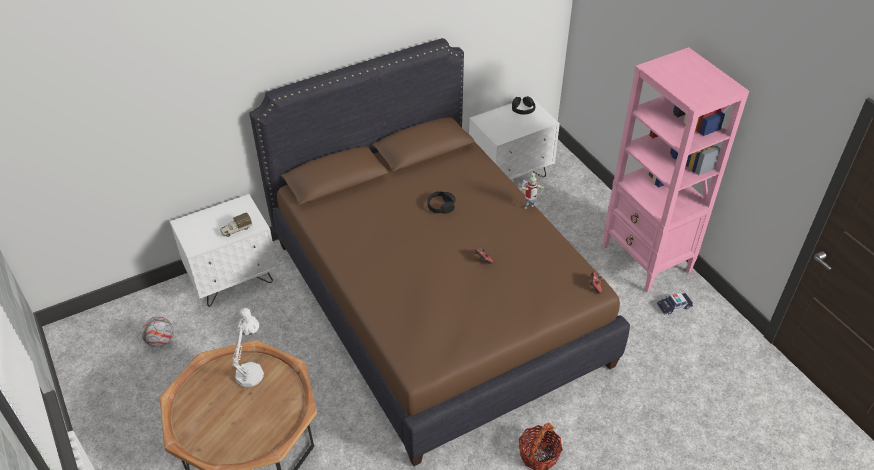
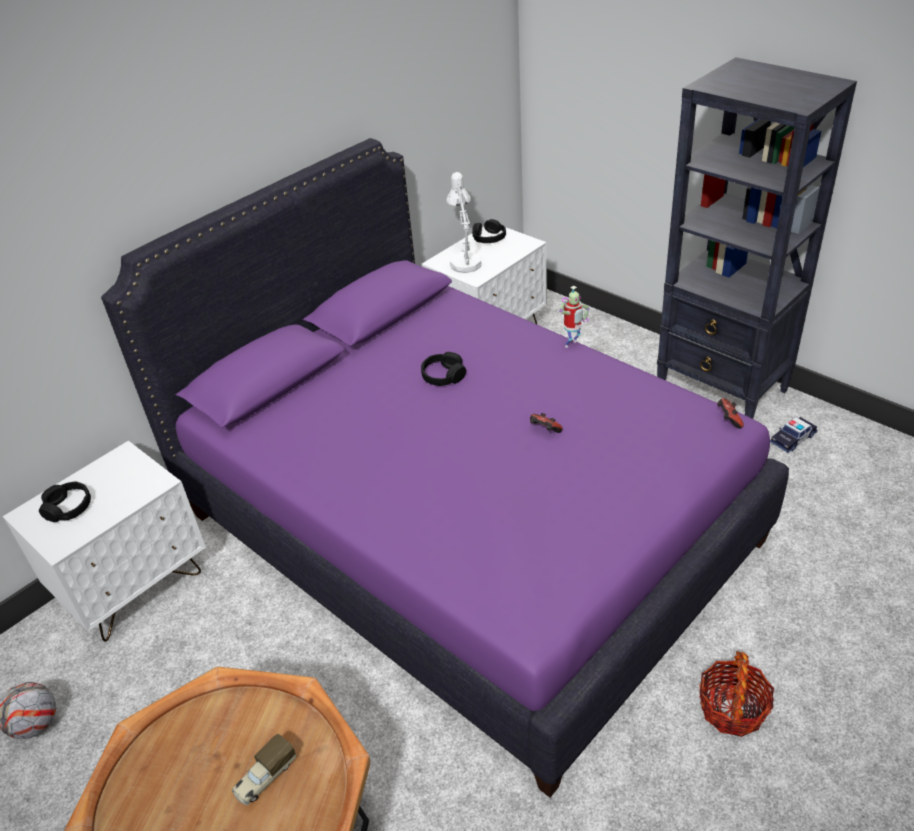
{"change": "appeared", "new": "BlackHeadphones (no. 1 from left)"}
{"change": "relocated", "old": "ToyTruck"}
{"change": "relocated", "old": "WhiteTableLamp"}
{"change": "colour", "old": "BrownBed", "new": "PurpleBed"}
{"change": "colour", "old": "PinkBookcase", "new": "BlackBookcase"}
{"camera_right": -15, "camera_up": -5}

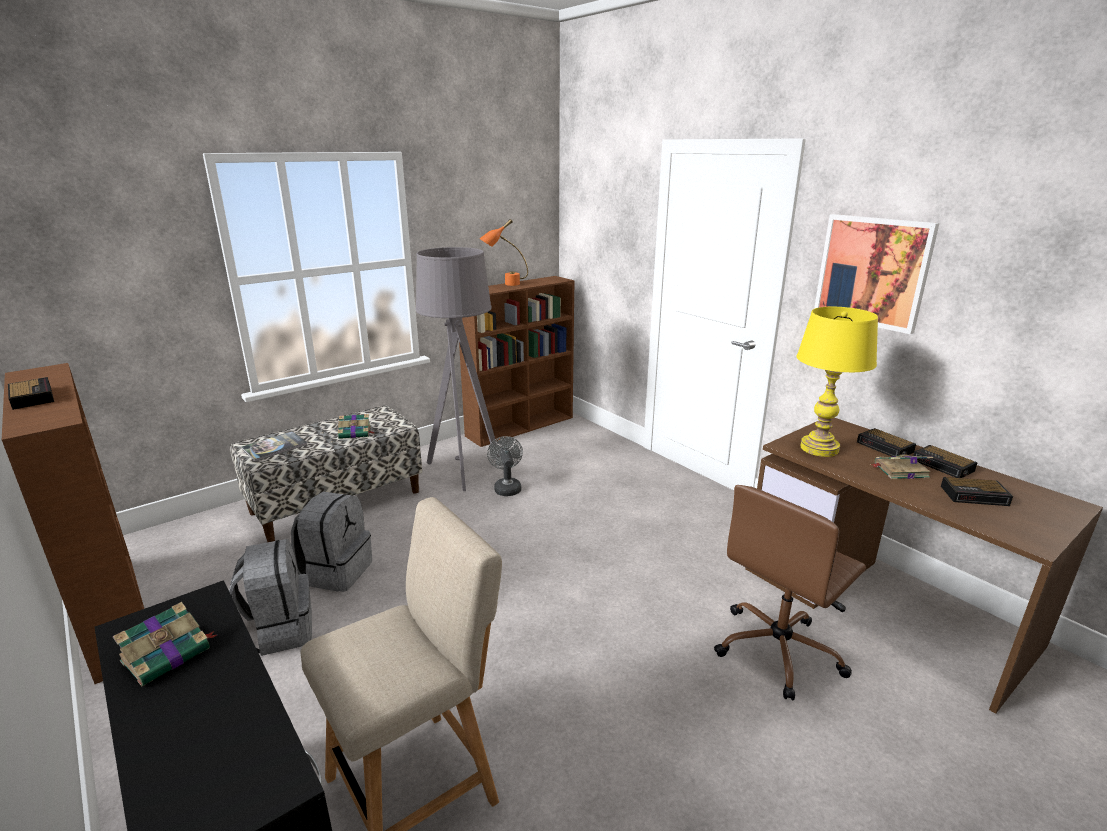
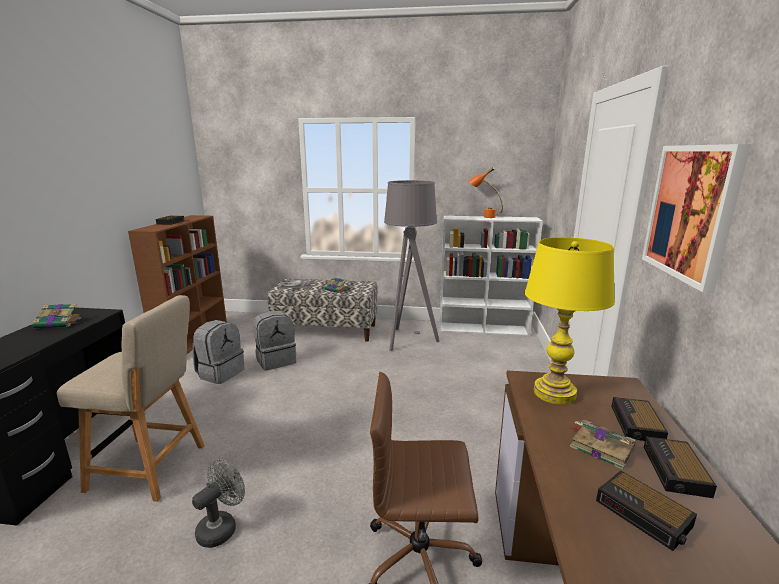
{"change": "relocated", "old": "GreyFan"}
{"change": "colour", "old": "BrownBookcase (no. 2 from left)", "new": "WhiteBookcase"}
{"camera_right": 45, "camera_up": -5}

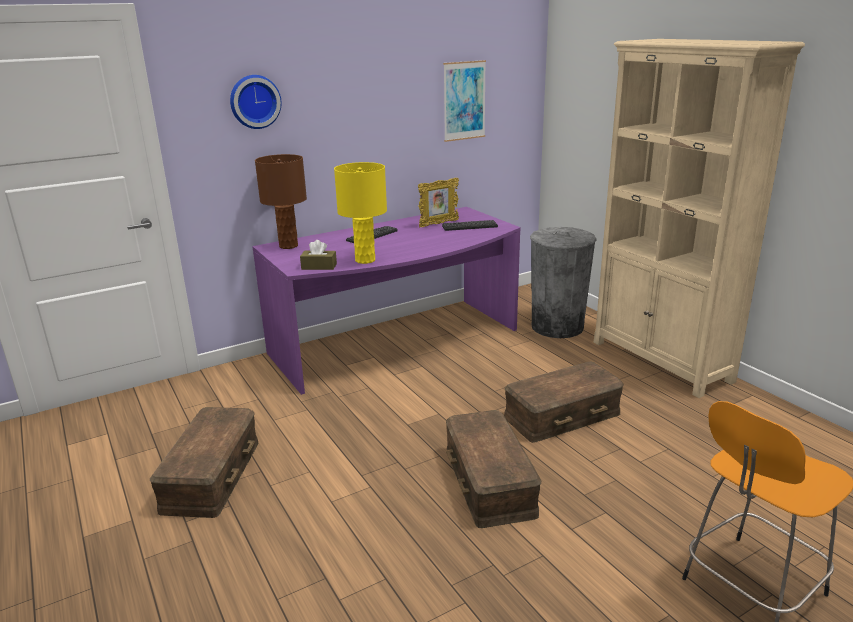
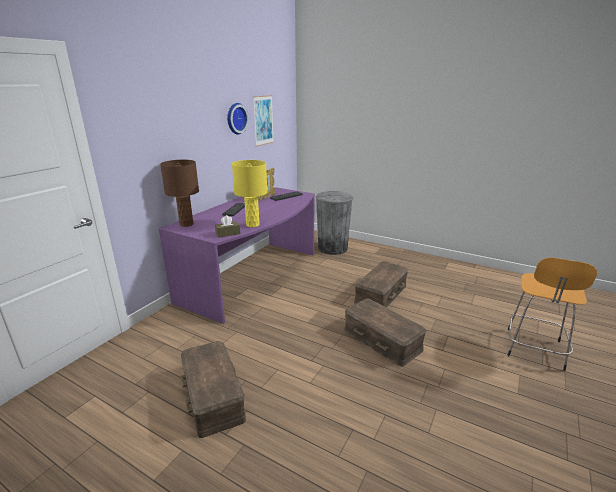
{"change": "missing", "old": "BeigeBookcase"}
{"change": "relocated", "old": "WallClock"}
{"camera_right": -30, "camera_up": 0}

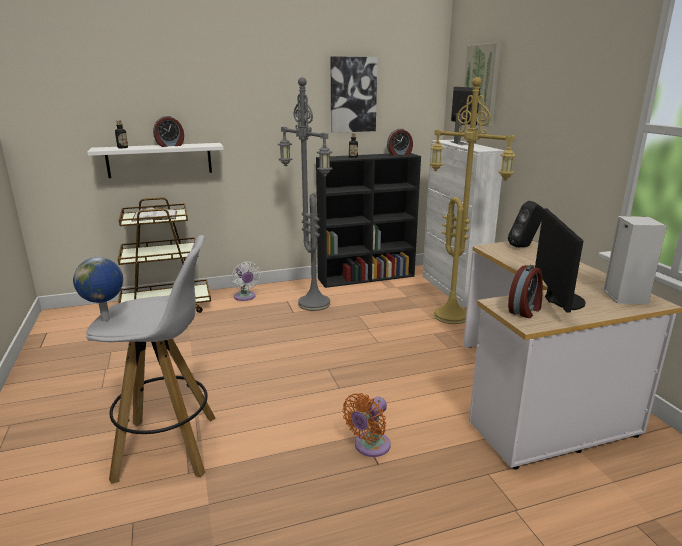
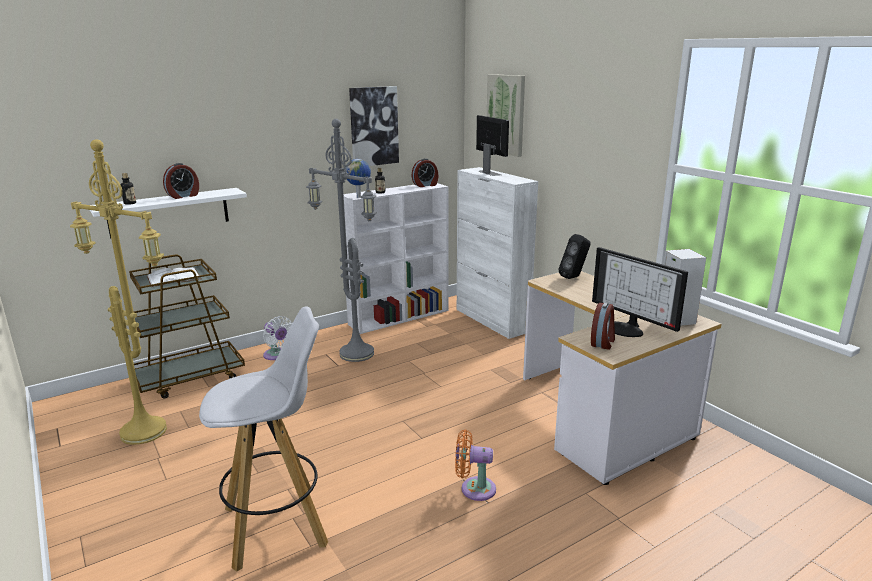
{"change": "relocated", "old": "Globe"}
{"change": "relocated", "old": "YellowFloorLamp"}
{"change": "colour", "old": "BlackBookcase", "new": "WhiteBookcase"}
{"change": "spun", "old": "OrangeFan", "degrees": 75}
{"change": "spun", "old": "Monitor (no. 2 from left)", "degrees": 150}
{"camera_right": -15, "camera_up": 0}

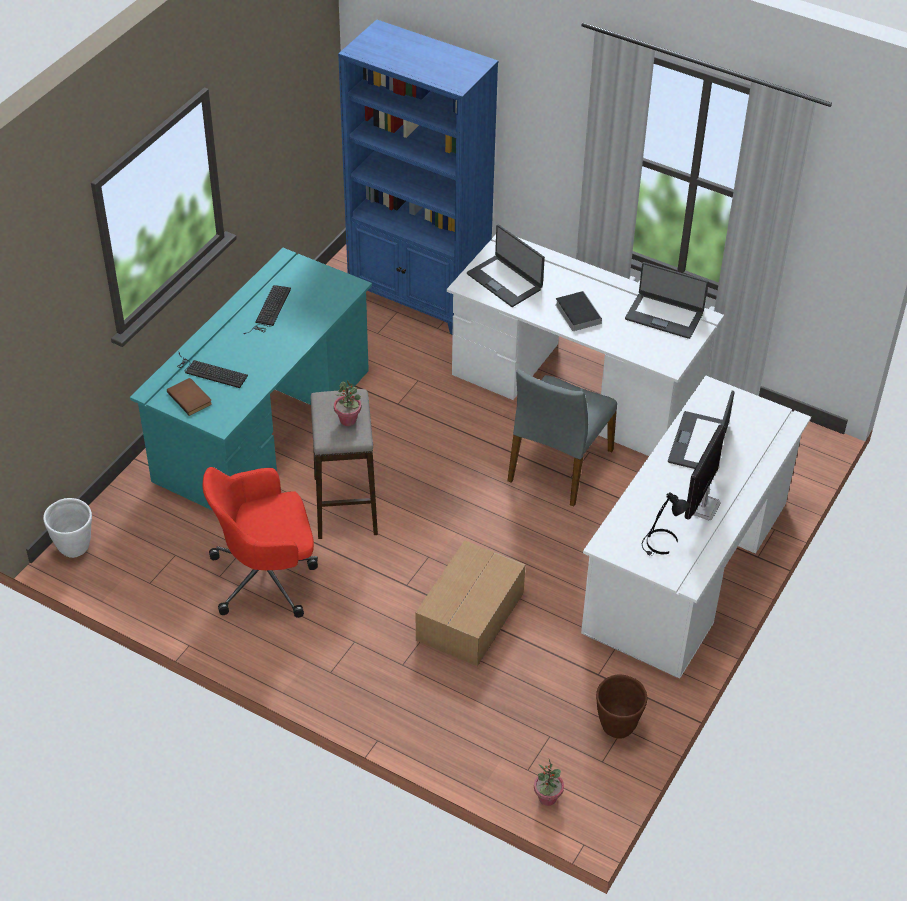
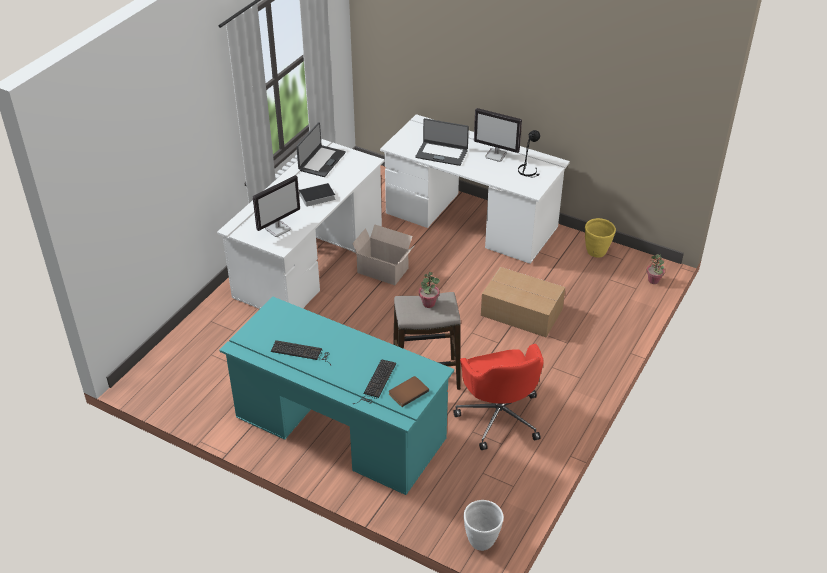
{"change": "missing", "old": "BlueBookcase"}
{"change": "exchanged", "old": "Laptop (no. 1 from left)", "new": "Monitor (no. 1 from left)"}
{"change": "exchanged", "old": "GreyChair", "new": "CardboardBox (no. 1 from left)"}
{"change": "colour", "old": "BrownPlanter", "new": "YellowPlanter"}
{"camera_right": -90, "camera_up": -5}

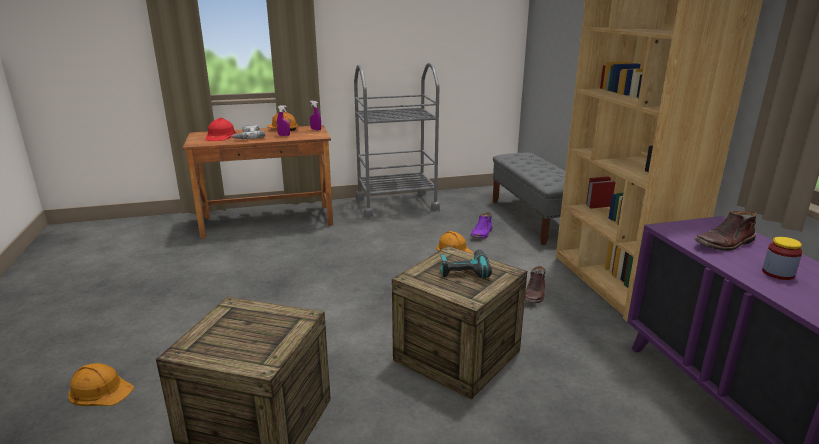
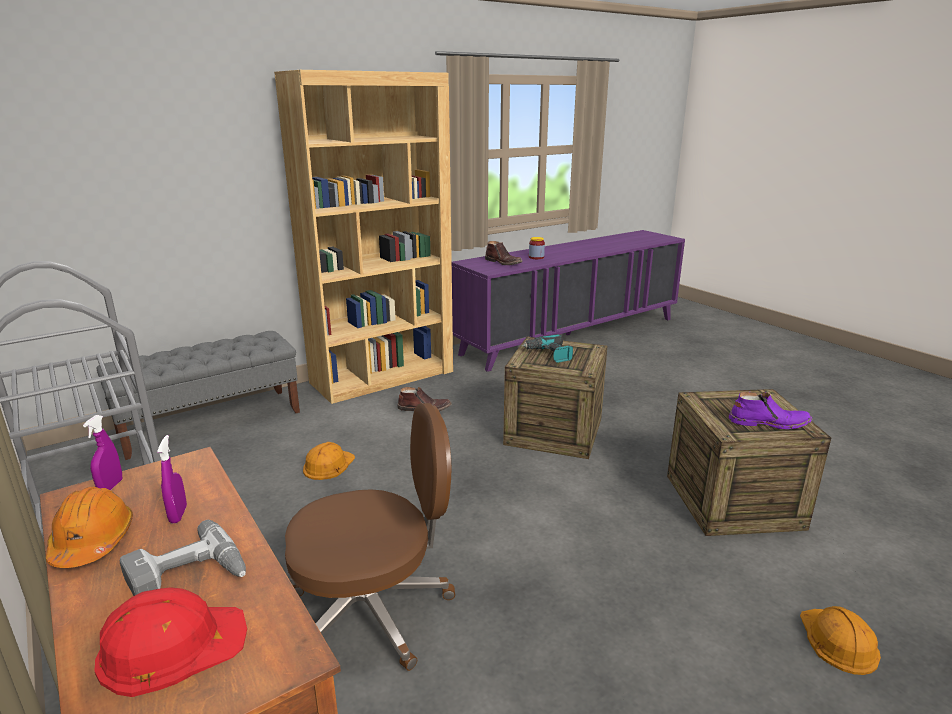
{"change": "appeared", "new": "BrownOfficeChair"}
{"change": "relocated", "old": "PurpleBoot"}
{"camera_right": -110, "camera_up": 0}

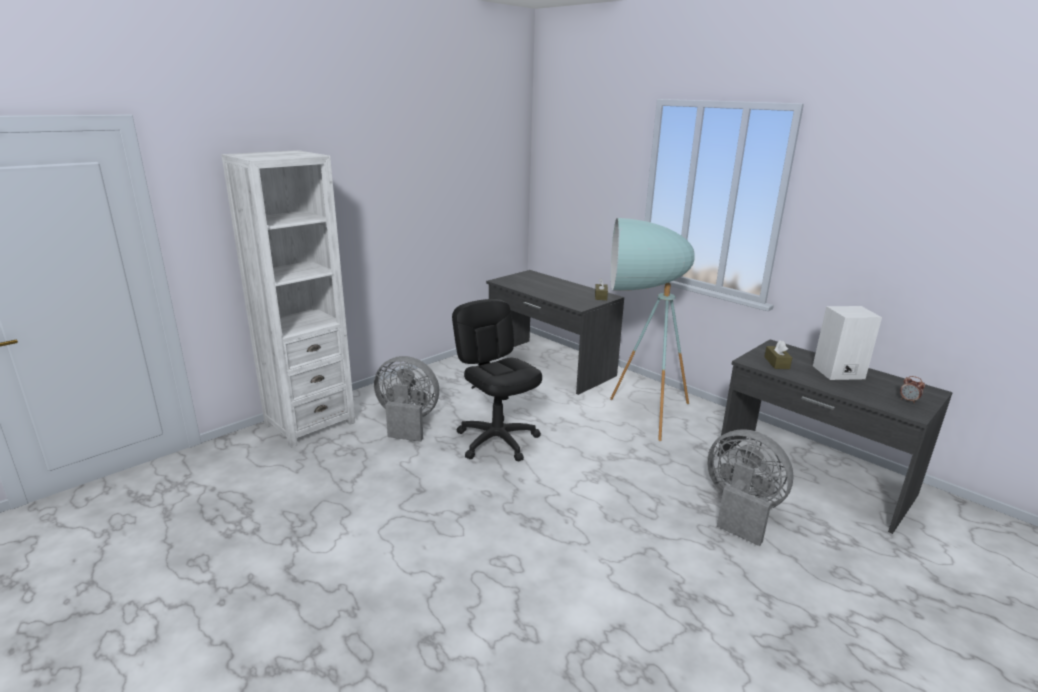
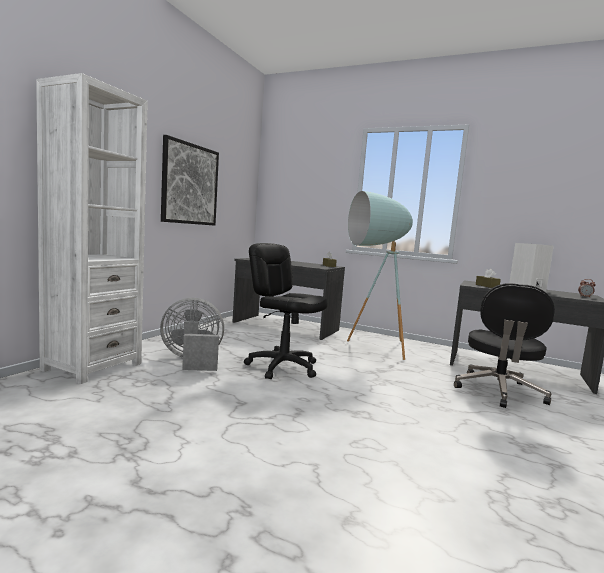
{"change": "appeared", "new": "Picture"}
{"change": "exchanged", "old": "GreyFan (no. 2 from left)", "new": "BlackOfficeChair (no. 2 from left)"}
{"camera_right": -20, "camera_up": -15}

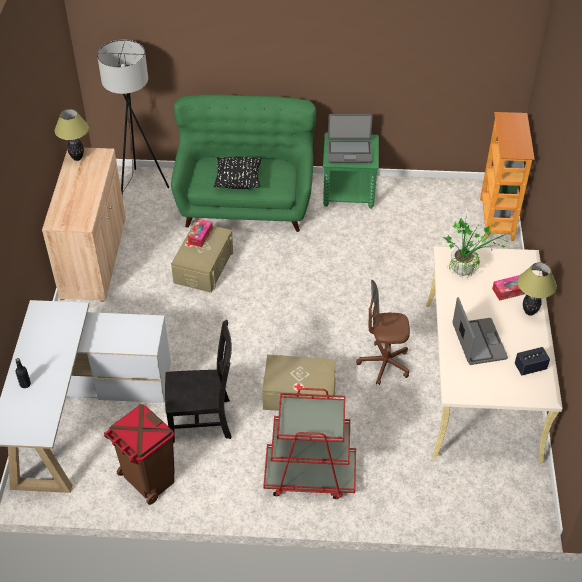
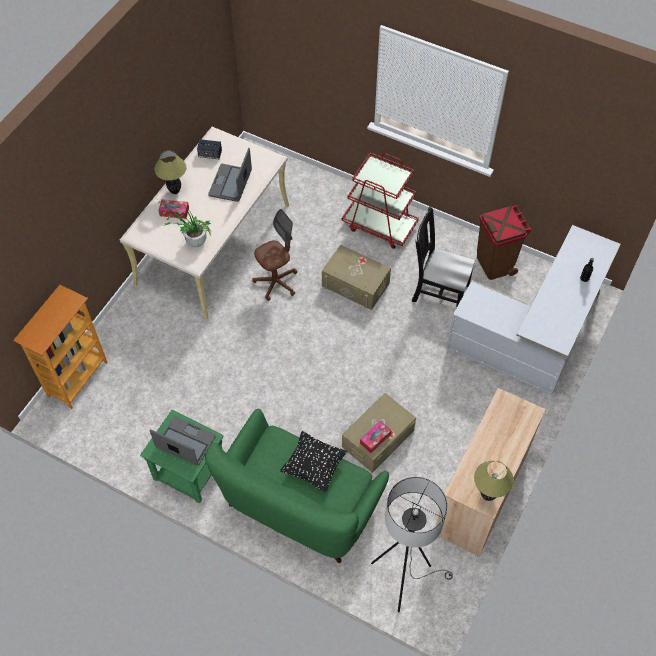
{"change": "spun", "old": "BrownOfficeChair", "degrees": -60}
{"camera_right": -155, "camera_up": 10}

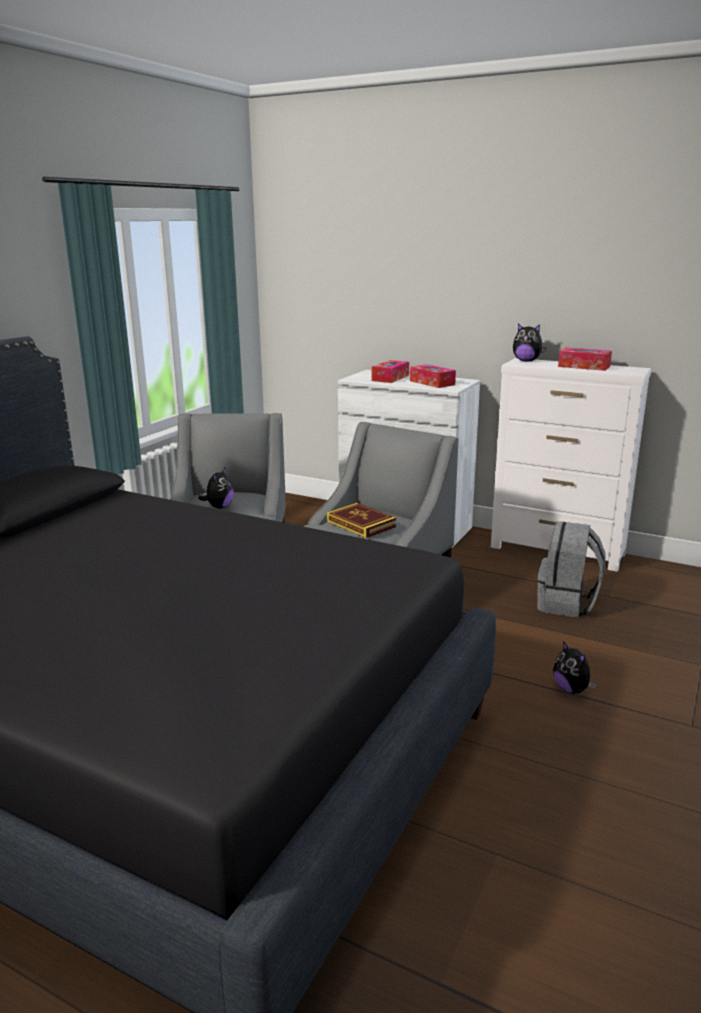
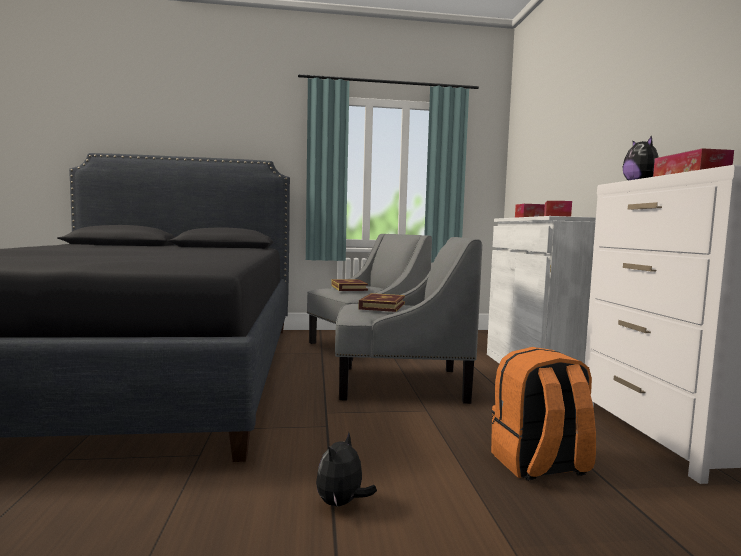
{"change": "exchanged", "old": "PlushToy (no. 1 from left)", "new": "Book (no. 1 from left)"}
{"change": "colour", "old": "GreyBackpack", "new": "OrangeBackpack"}
{"camera_right": 55, "camera_up": -15}

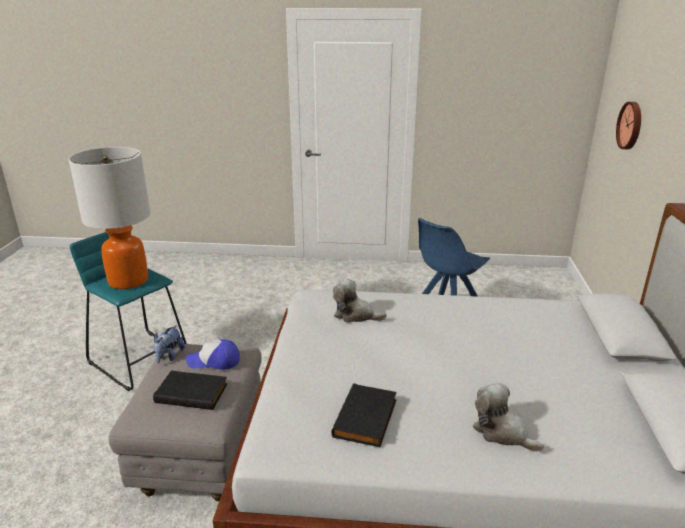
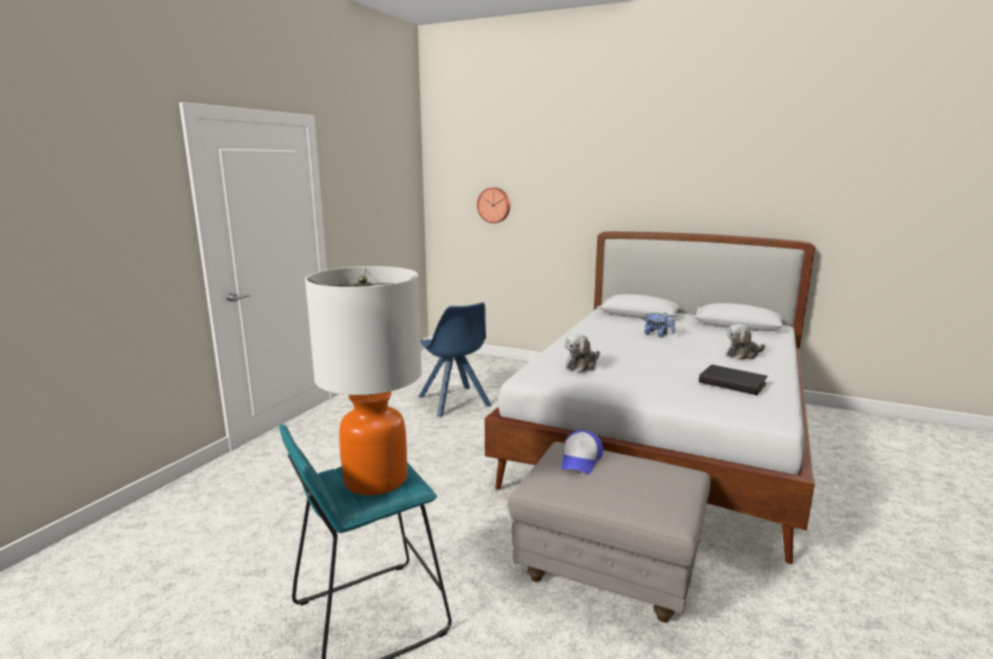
{"change": "missing", "old": "BlackBook (no. 1 from left)"}
{"change": "relocated", "old": "PlushToy (no. 1 from left in the first image)", "new": "PlushToy (no. 2 from left)"}
{"camera_right": -70, "camera_up": -10}

